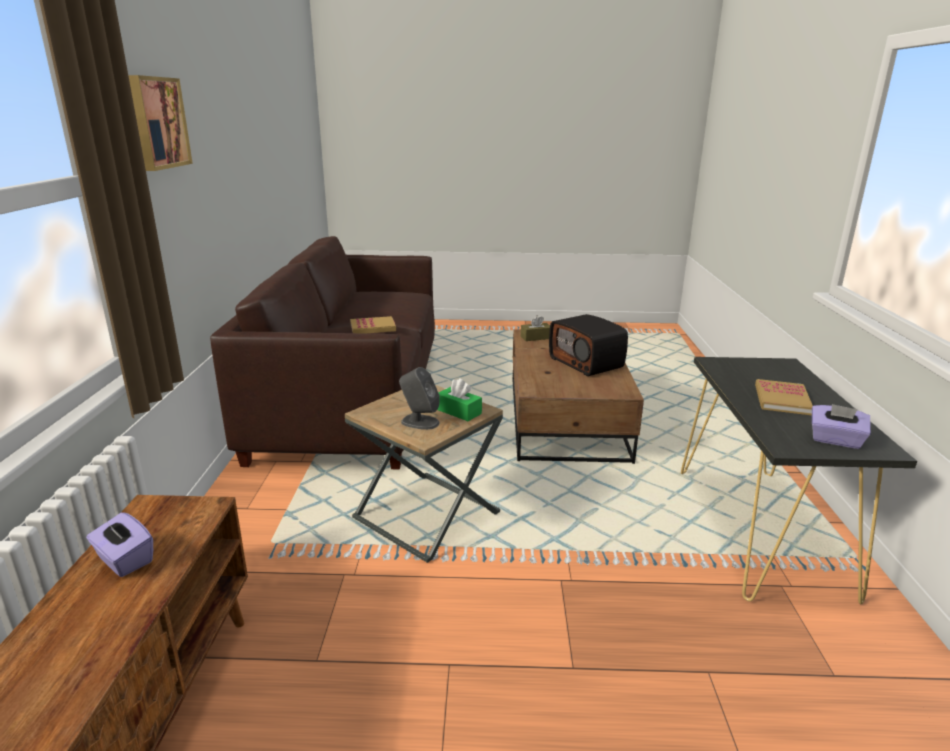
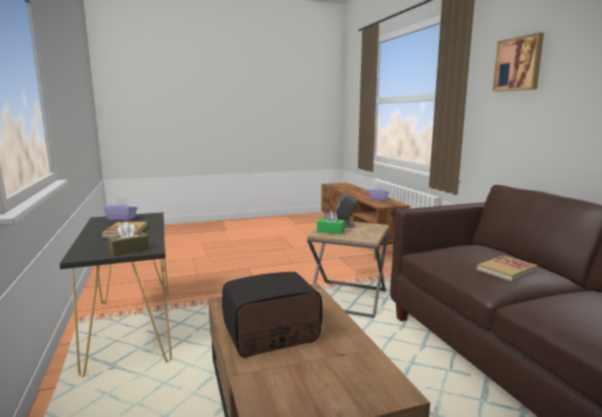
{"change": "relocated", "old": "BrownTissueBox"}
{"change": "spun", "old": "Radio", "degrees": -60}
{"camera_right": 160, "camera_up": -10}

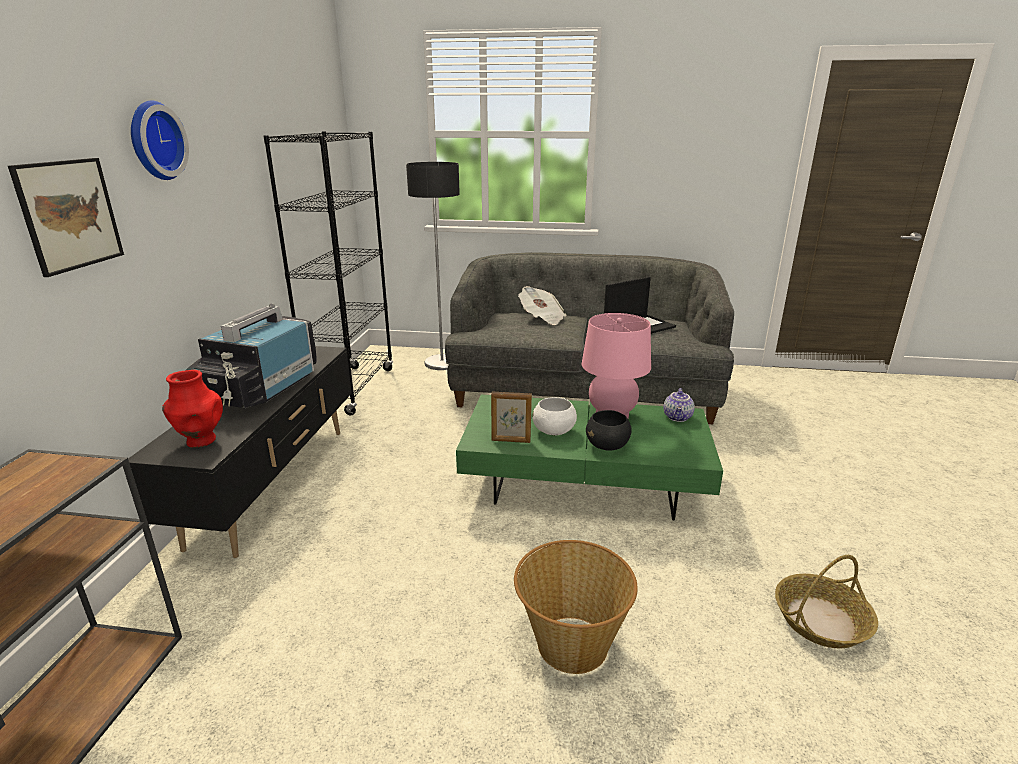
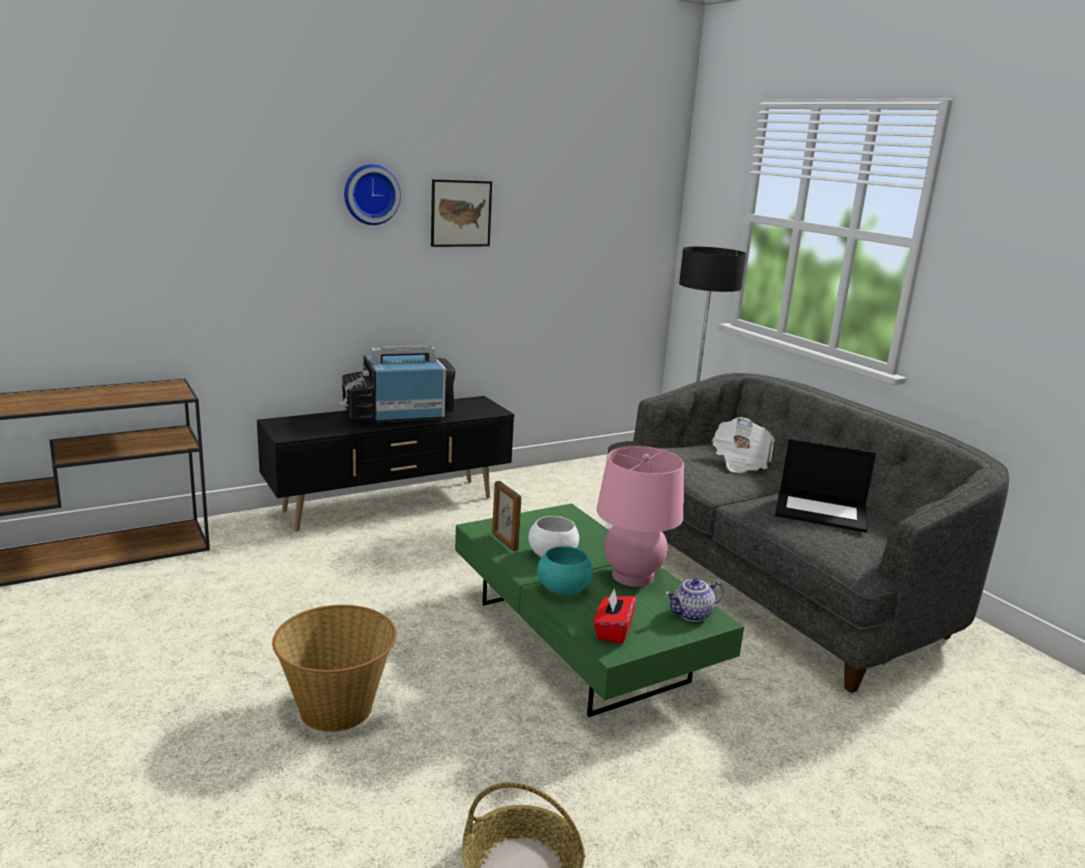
{"change": "missing", "old": "RedVase"}
{"change": "missing", "old": "BlackBookcase"}
{"change": "appeared", "new": "RedTissueBox"}
{"change": "relocated", "old": "Picture"}
{"change": "colour", "old": "BlackBowl", "new": "TurquoiseBowl"}
{"camera_right": 50, "camera_up": -5}

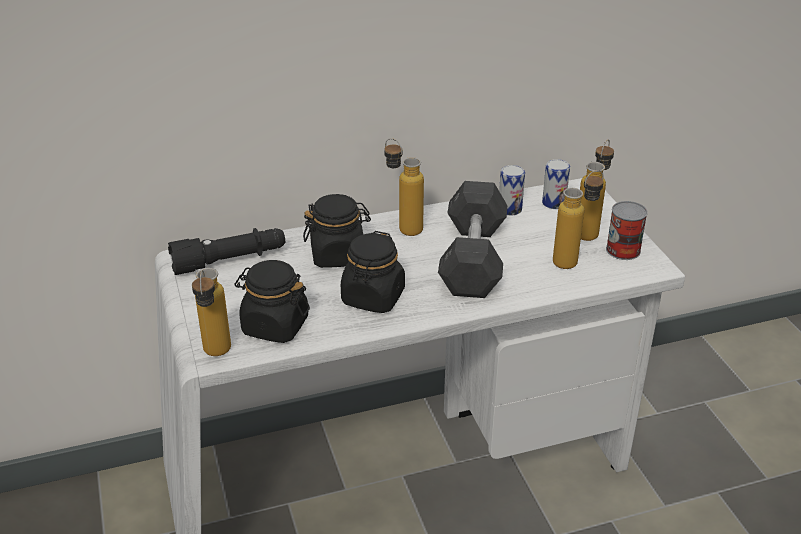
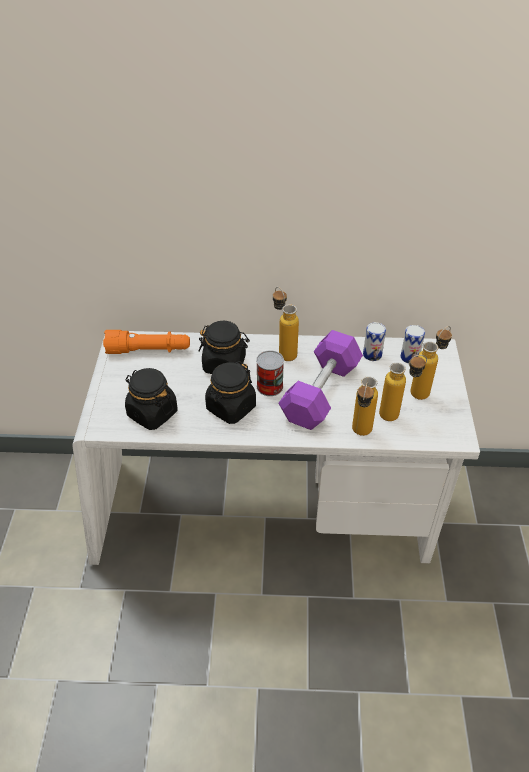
{"change": "relocated", "old": "Bottle (no. 1 from left in the first image)", "new": "Bottle (no. 2 from left)"}
{"change": "relocated", "old": "Can (no. 3 from left in the first image)", "new": "Can (no. 1 from left)"}
{"change": "colour", "old": "BlackFlashlight", "new": "OrangeFlashlight"}
{"change": "colour", "old": "GreyDumbbell", "new": "PurpleDumbbell"}
{"camera_right": 20, "camera_up": 10}

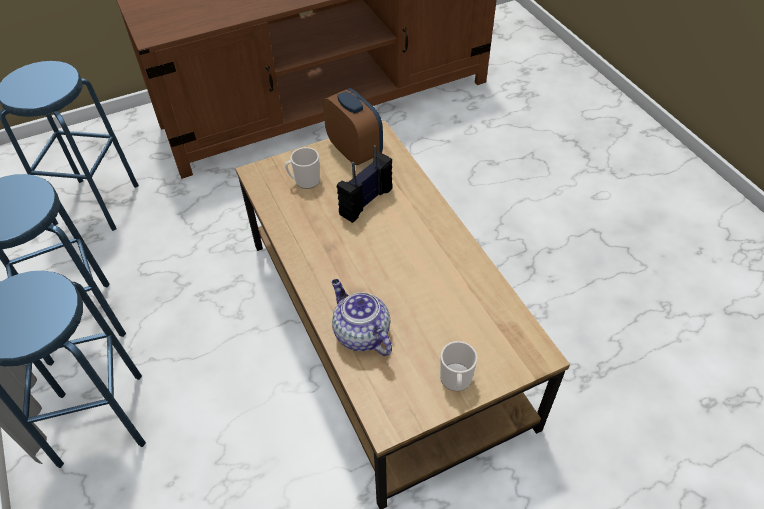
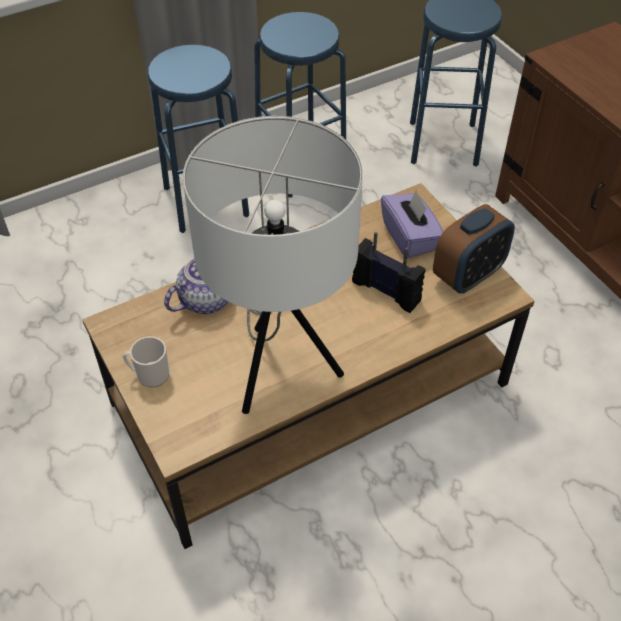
{"change": "appeared", "new": "WhiteTableLamp"}
{"change": "exchanged", "old": "Mug (no. 1 from left)", "new": "PurpleTissueBox"}
{"camera_right": 85, "camera_up": 0}

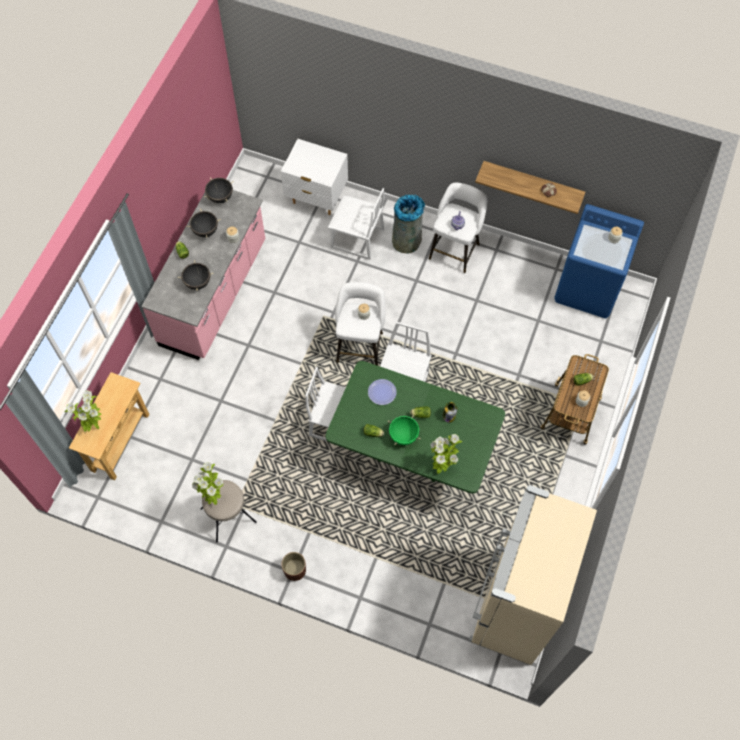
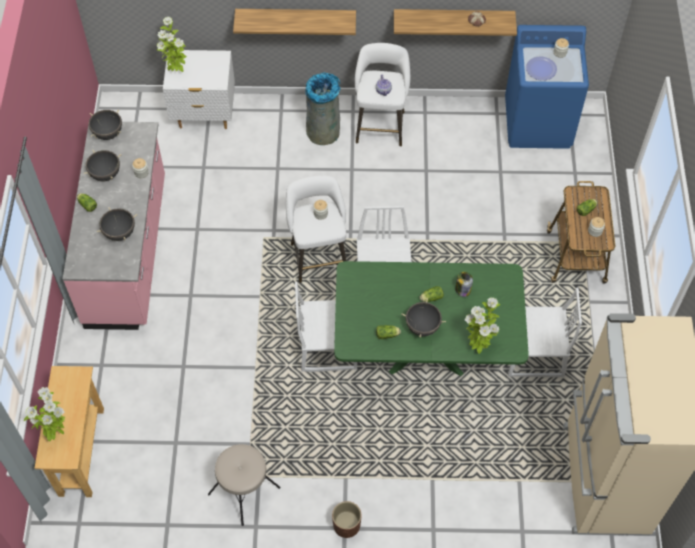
{"change": "appeared", "new": "Shelf (no. 1 from left)"}
{"change": "relocated", "old": "PottedPlant (no. 2 from left)"}
{"change": "relocated", "old": "WhiteChair (no. 2 from left in the first image)", "new": "WhiteChair (no. 3 from left)"}
{"change": "relocated", "old": "Plate"}
{"change": "colour", "old": "GreenCookingPot", "new": "BlackCookingPot (no. 4 from left)"}
{"camera_right": -20, "camera_up": -5}

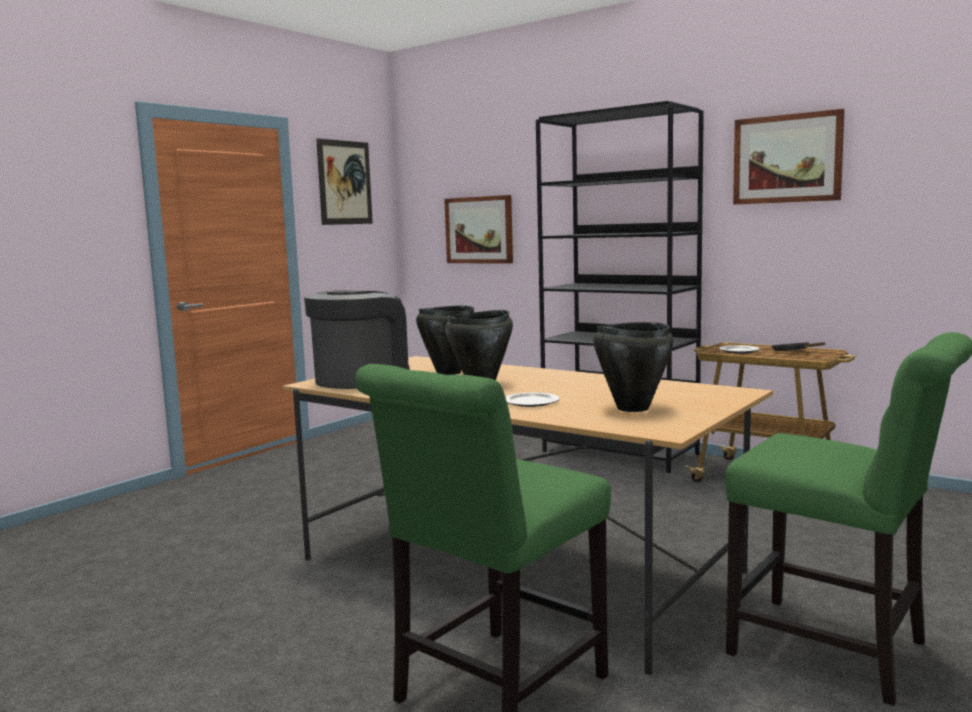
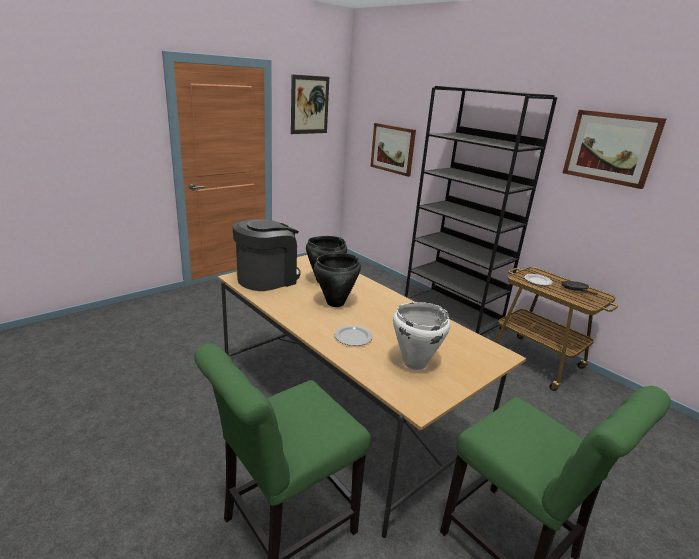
{"change": "colour", "old": "BlackCookingPot (no. 3 from left)", "new": "WhiteCookingPot"}
{"camera_right": 10, "camera_up": 15}

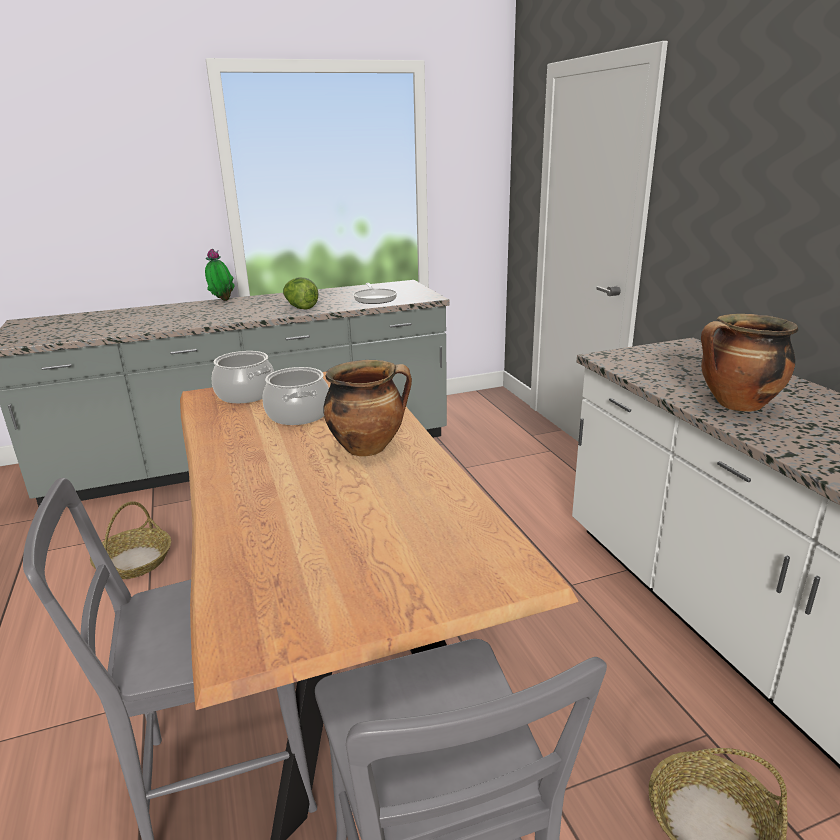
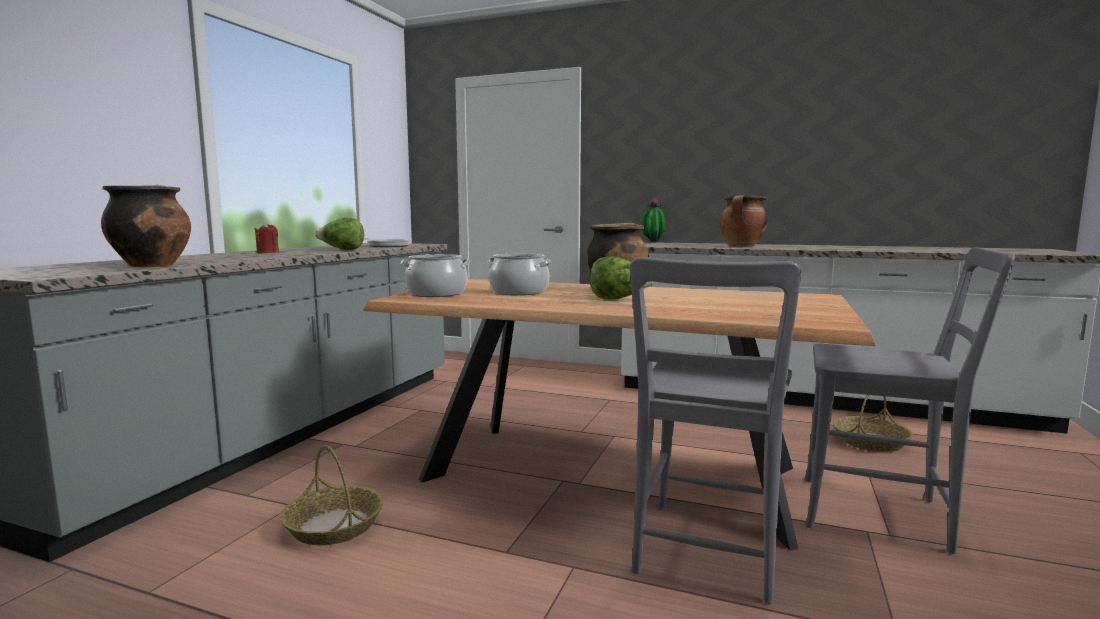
{"change": "appeared", "new": "CookingPot (no. 1 from left)"}
{"change": "appeared", "new": "RedCandle"}
{"change": "appeared", "new": "Lettuce (no. 2 from left)"}
{"change": "relocated", "old": "PottedPlant"}
{"camera_right": -50, "camera_up": -15}

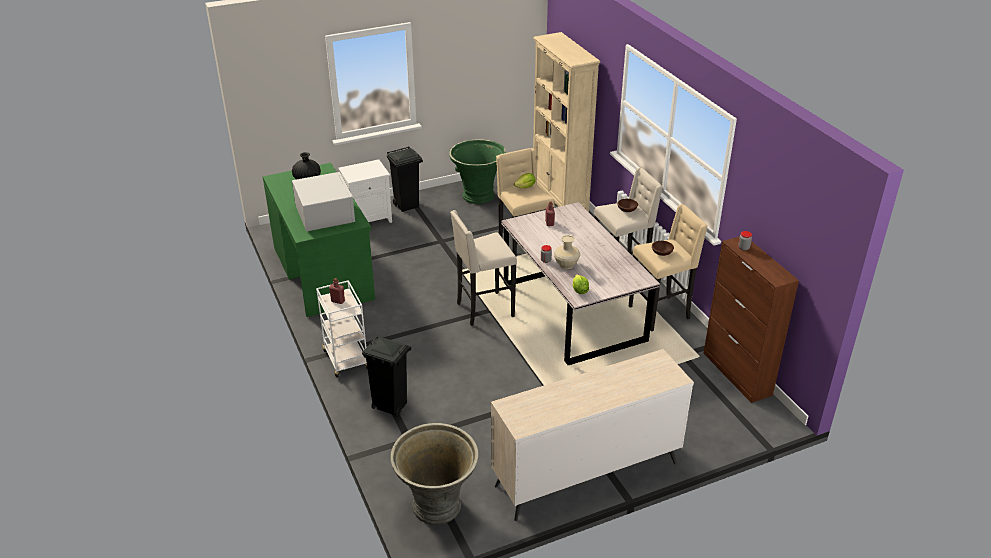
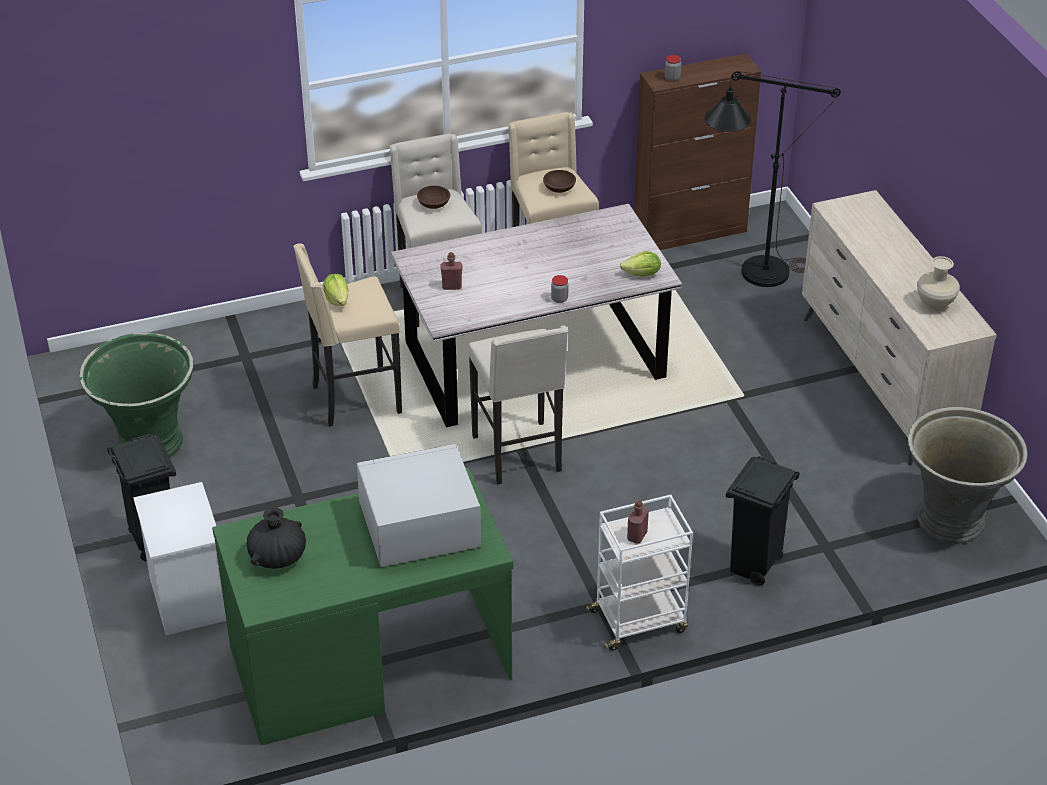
{"change": "missing", "old": "BeigeBookcase"}
{"change": "appeared", "new": "BlackFloorLamp"}
{"change": "relocated", "old": "BeigeVase"}
{"camera_right": -85, "camera_up": 5}

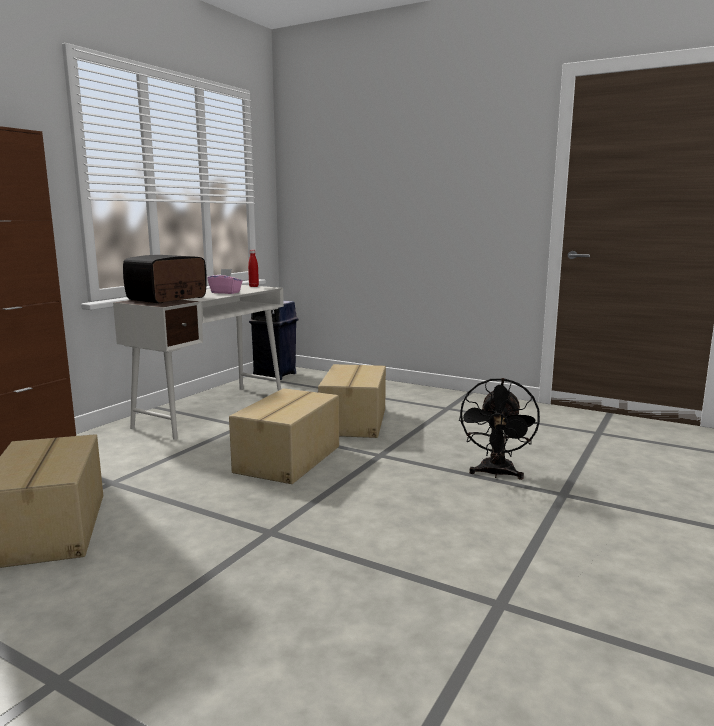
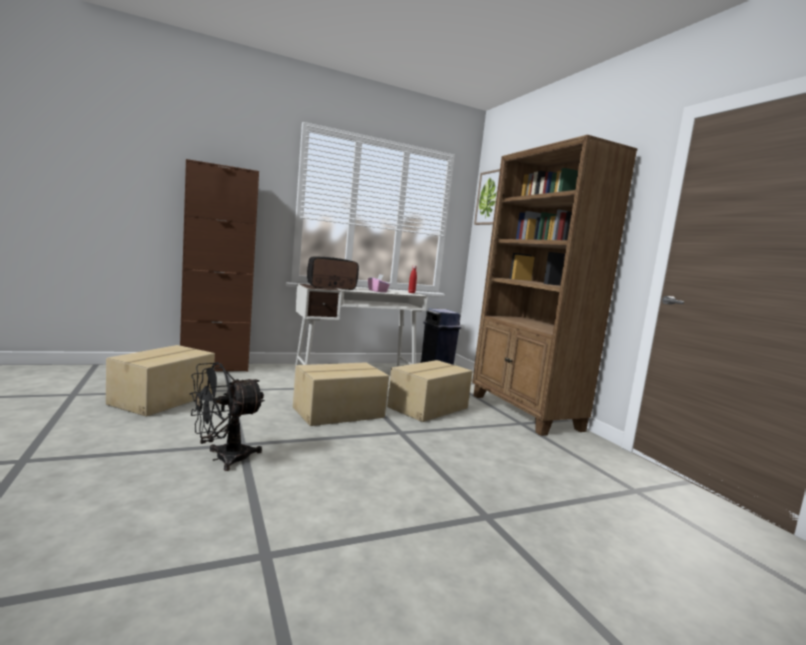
{"change": "appeared", "new": "BrownBookcase"}
{"change": "appeared", "new": "Picture"}
{"change": "relocated", "old": "BlackFan"}
{"camera_right": 35, "camera_up": -5}

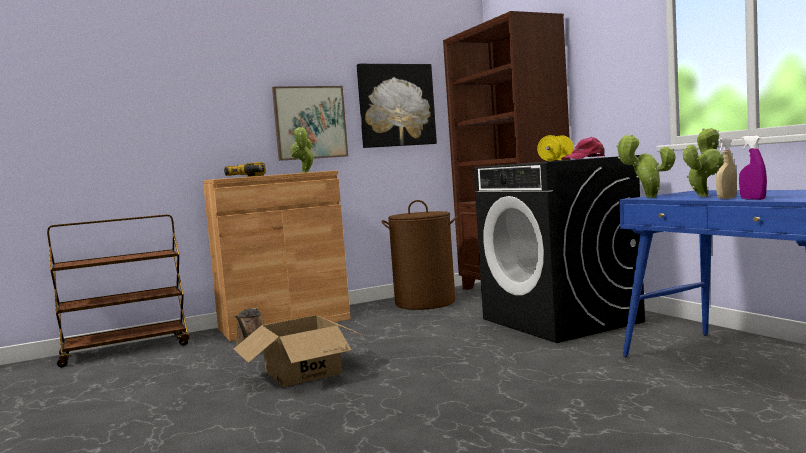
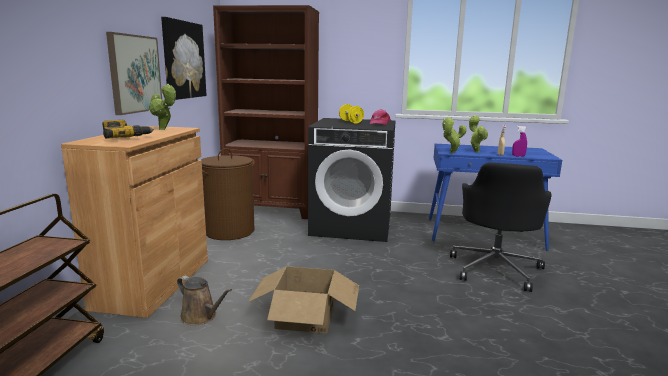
{"change": "appeared", "new": "BlackOfficeChair"}
{"camera_right": -55, "camera_up": 10}

